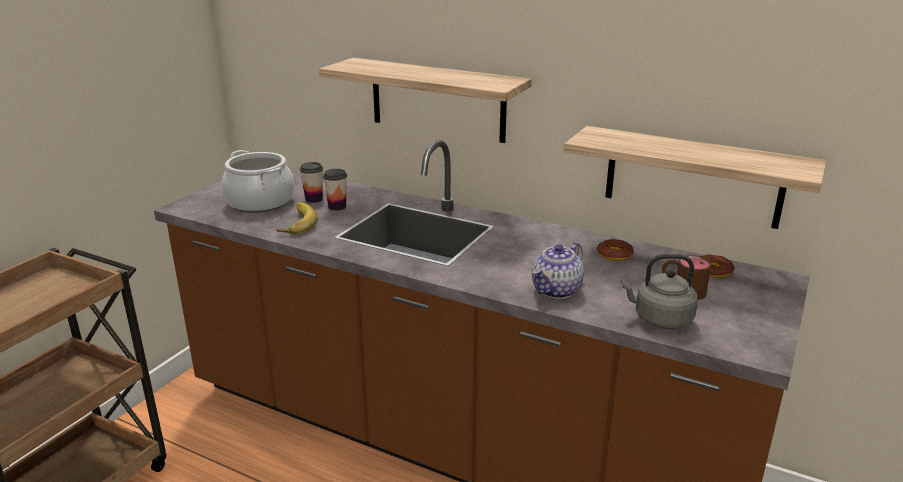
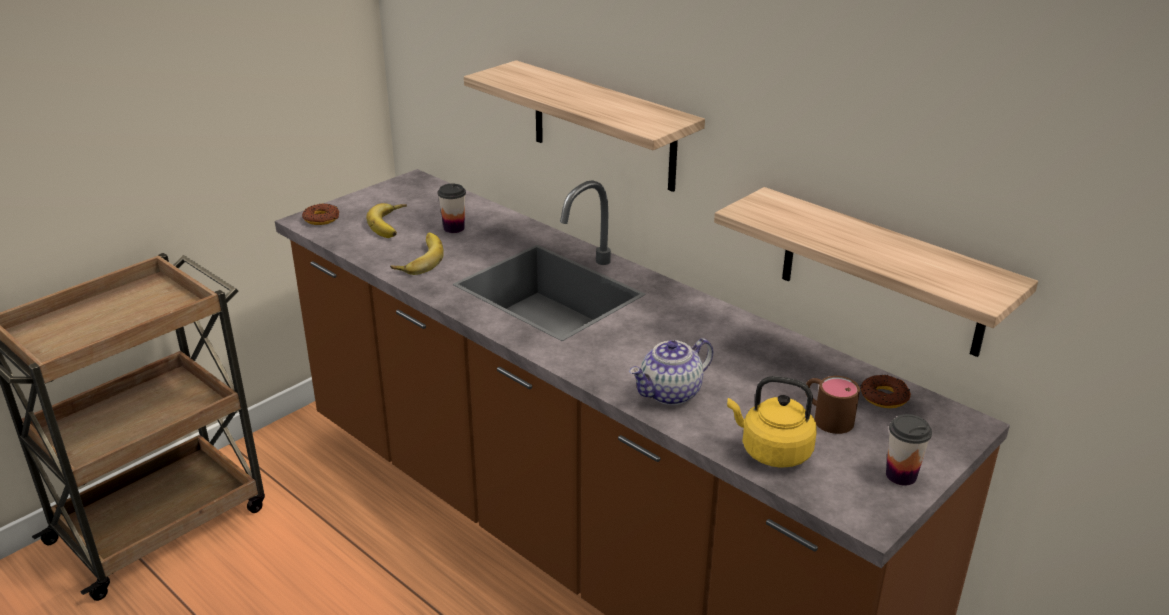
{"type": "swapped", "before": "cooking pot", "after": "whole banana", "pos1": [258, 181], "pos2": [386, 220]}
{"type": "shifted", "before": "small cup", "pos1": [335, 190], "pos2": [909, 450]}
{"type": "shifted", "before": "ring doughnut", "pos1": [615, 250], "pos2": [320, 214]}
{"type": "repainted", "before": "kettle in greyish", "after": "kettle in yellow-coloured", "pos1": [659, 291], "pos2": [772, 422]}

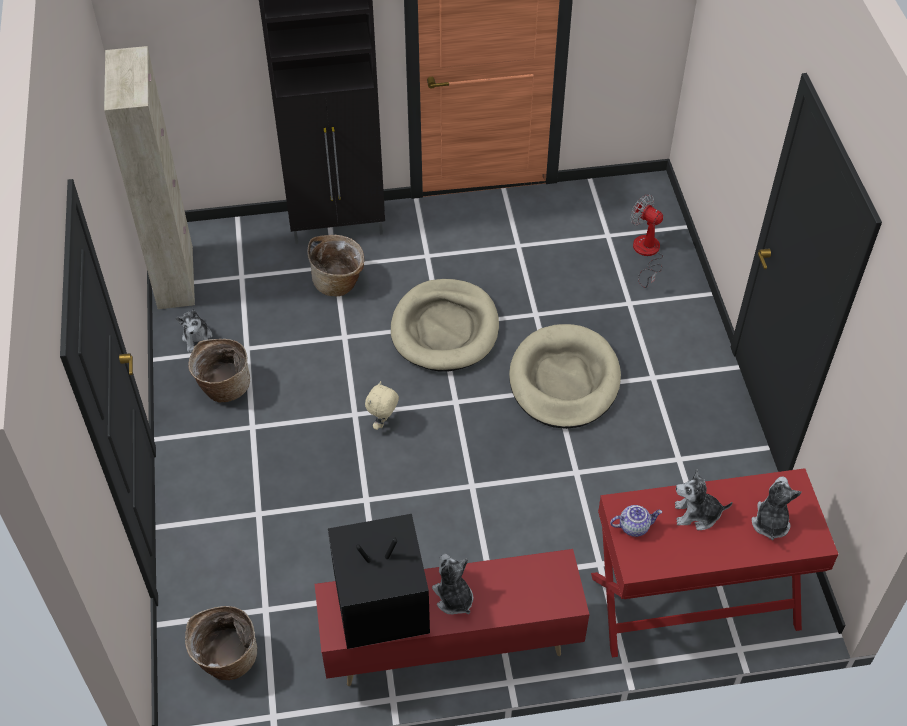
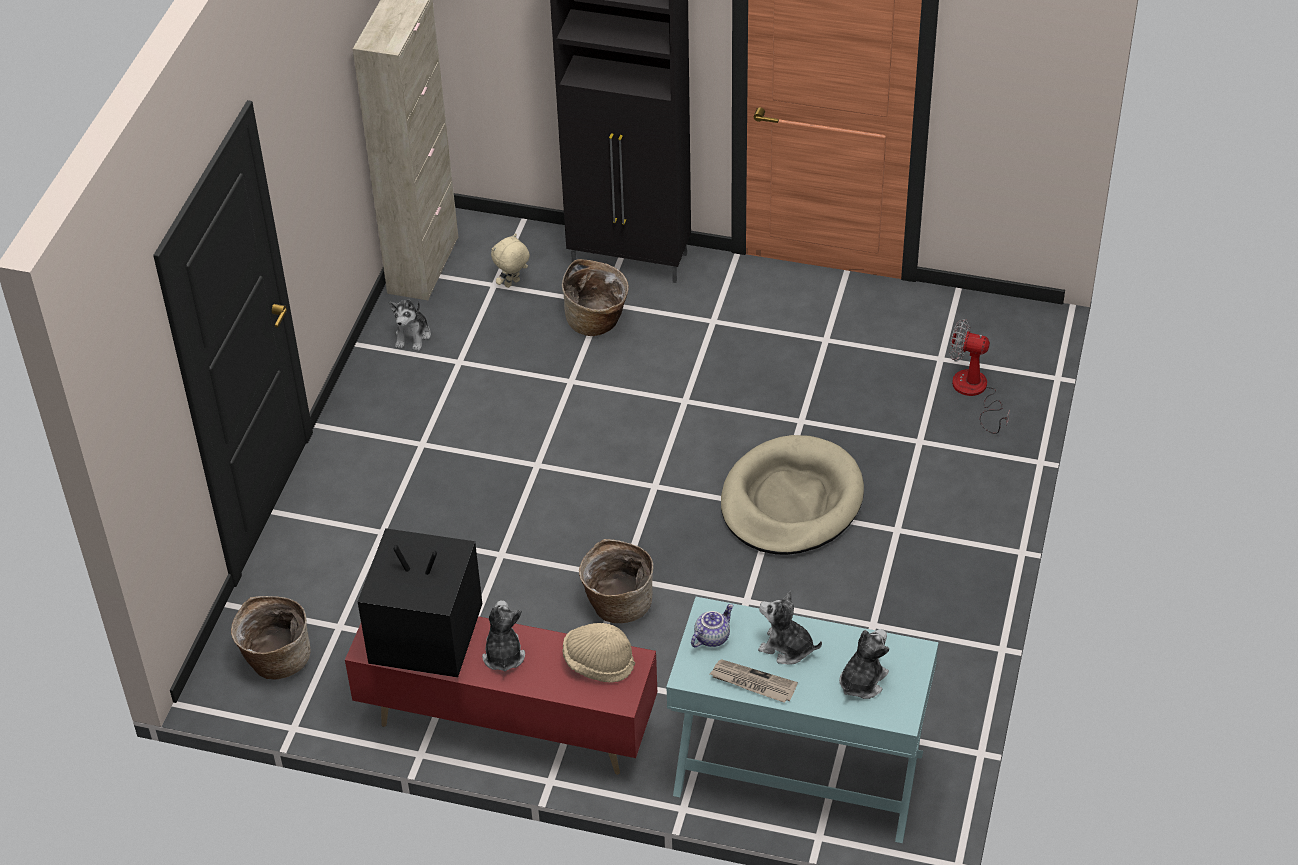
{"type": "shifted", "before": "storage basket", "pos1": [219, 371], "pos2": [616, 581]}
{"type": "shifted", "before": "cuddly toy in sand-coloured", "pos1": [382, 405], "pos2": [510, 260]}
{"type": "gone", "before": "dog cushion in sand-coloured", "pos1": [445, 325]}
{"type": "repainted", "before": "console table in red-coloured", "after": "console table in turquoise-coloured", "pos1": [715, 563], "pos2": [802, 720]}
{"type": "rotated", "before": "tea pot", "pos1": [636, 521], "pos2": [712, 625], "turn": -60}
{"type": "rotated", "before": "fan", "pos1": [646, 241], "pos2": [979, 376], "turn": -45}
{"type": "new", "after": "wearable hat in sand-coloured", "pos2": [598, 653]}
{"type": "new", "after": "newspaper", "pos2": [754, 681]}

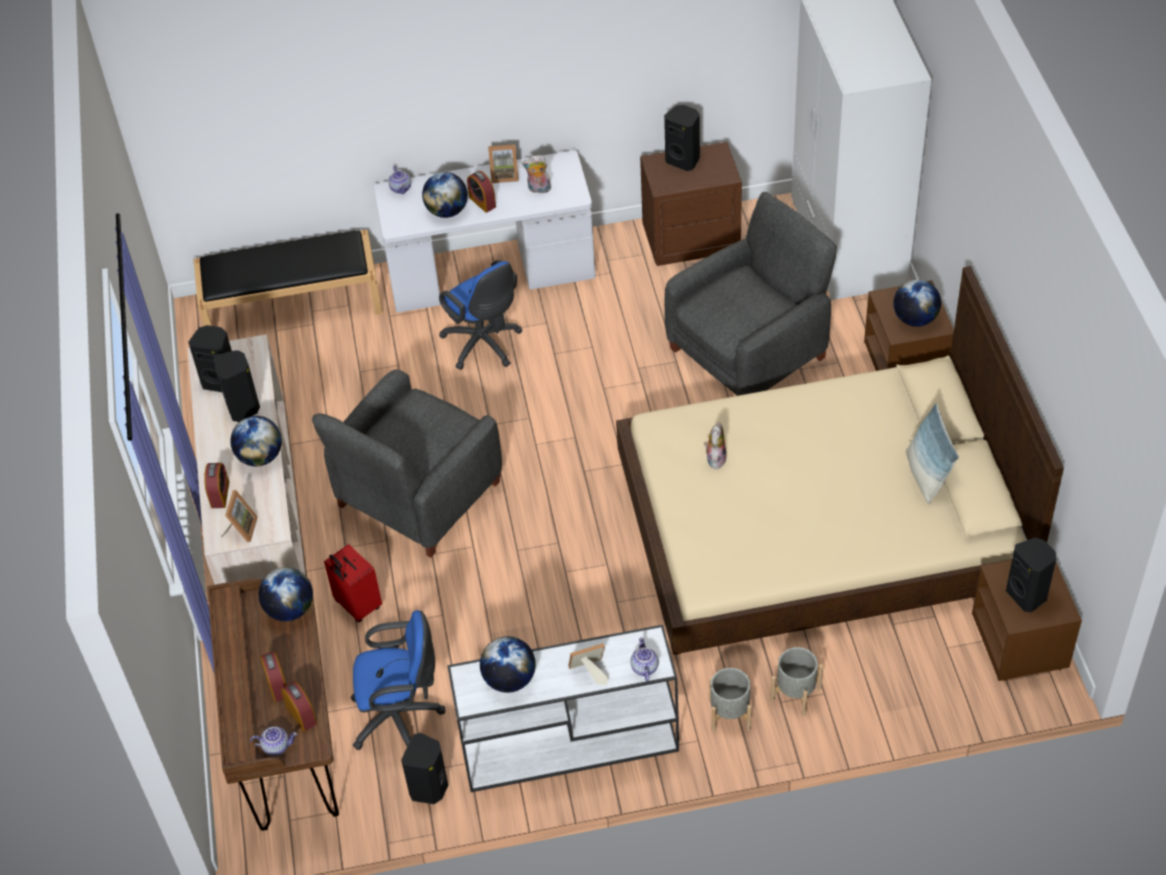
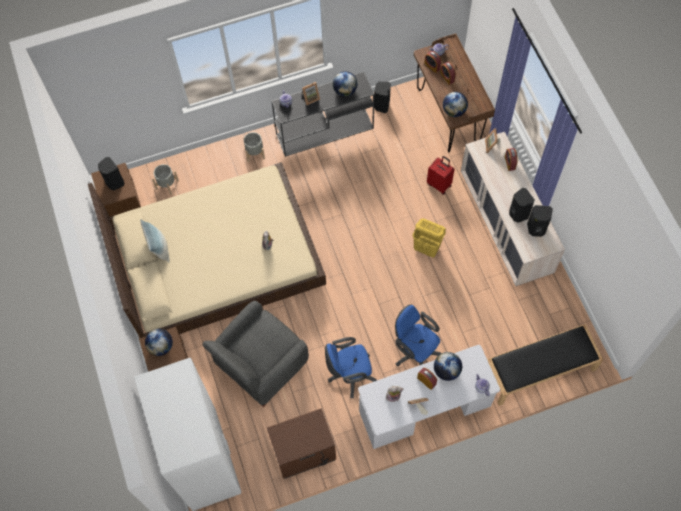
{"type": "gone", "before": "globe", "pos1": [256, 441]}
{"type": "swapped", "before": "easy chair in greyish", "after": "hamper in yellow-coloured", "pos1": [407, 463], "pos2": [429, 238]}
{"type": "shifted", "before": "office chair in blue", "pos1": [398, 680], "pos2": [351, 367]}
{"type": "repainted", "before": "console table in white-coloured", "after": "console table in black-coloured", "pos1": [563, 708], "pos2": [323, 114]}
{"type": "gone", "before": "loudspeaker in black-coloured", "pos1": [682, 138]}
{"type": "shifted", "before": "planter in greyish", "pos1": [797, 681], "pos2": [165, 179]}

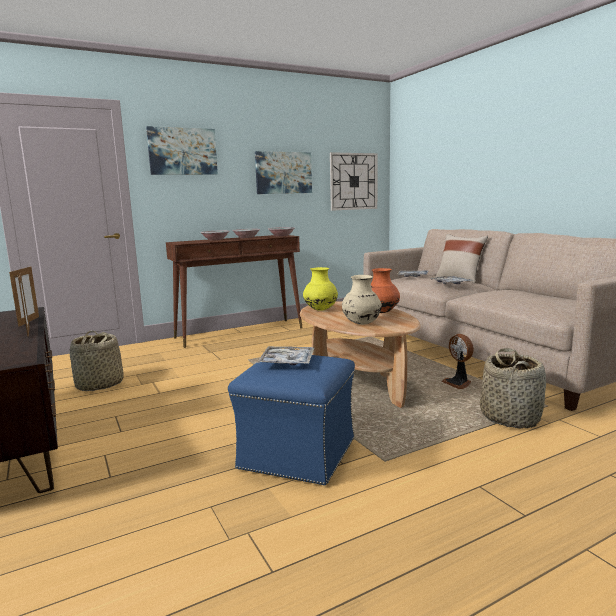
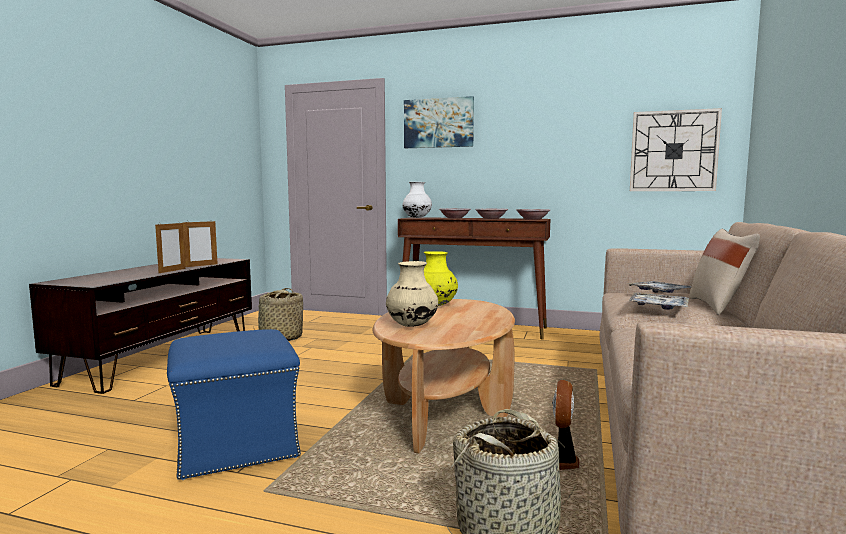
{"type": "gone", "before": "wall art", "pos1": [283, 172]}
{"type": "gone", "before": "carrying tray", "pos1": [286, 355]}
{"type": "gone", "before": "flower vase in orangey", "pos1": [385, 290]}
{"type": "new", "after": "flower vase in white-coloured", "pos2": [417, 200]}

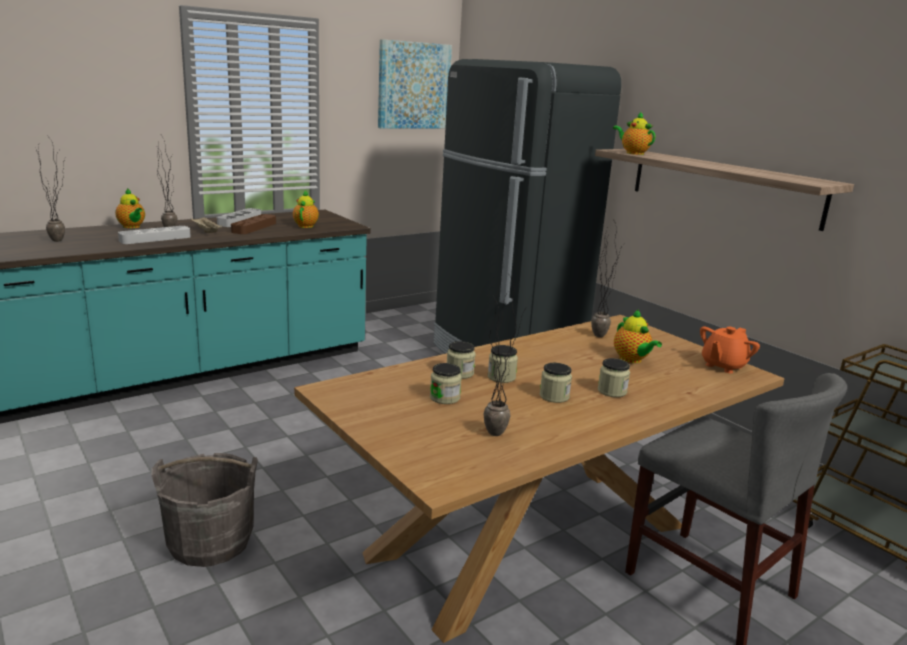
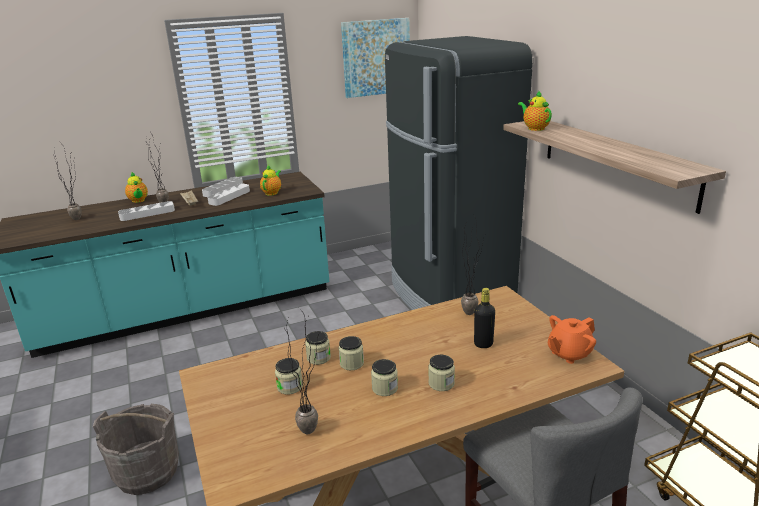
{"type": "repainted", "before": "carrying tray in brownish", "after": "carrying tray in greyish", "pos1": [253, 224], "pos2": [229, 195]}
{"type": "swapped", "before": "tea pot", "after": "beverage bottle in black-coloured", "pos1": [638, 336], "pos2": [484, 318]}

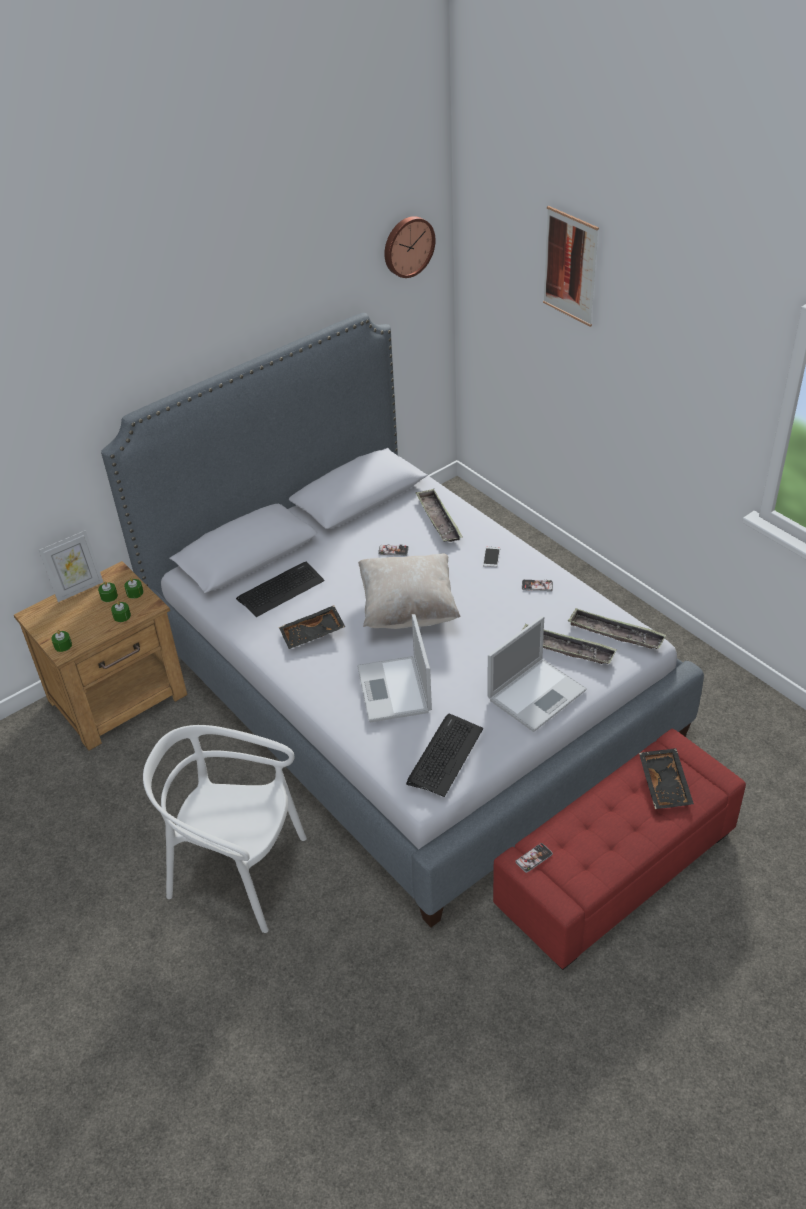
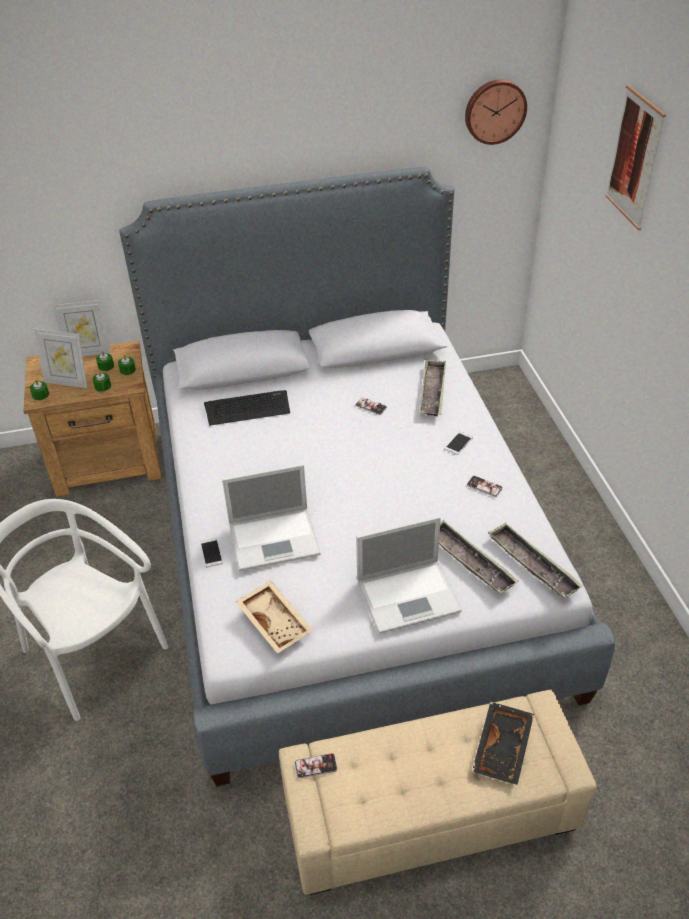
{"type": "gone", "before": "carrying tray in black-coloured", "pos1": [312, 627]}
{"type": "rotated", "before": "portable computer", "pos1": [394, 668], "pos2": [271, 517], "turn": -120}
{"type": "gone", "before": "cushion in sand-coloured", "pos1": [409, 591]}
{"type": "swapped", "before": "keyboard", "after": "carrying tray in sand-coloured", "pos1": [444, 755], "pos2": [274, 617]}
{"type": "repainted", "before": "footrest in red-coloured", "after": "footrest in sand-coloured", "pos1": [619, 849], "pos2": [437, 792]}
{"type": "new", "after": "photo frame", "pos2": [61, 358]}
{"type": "new", "after": "phone", "pos2": [211, 552]}

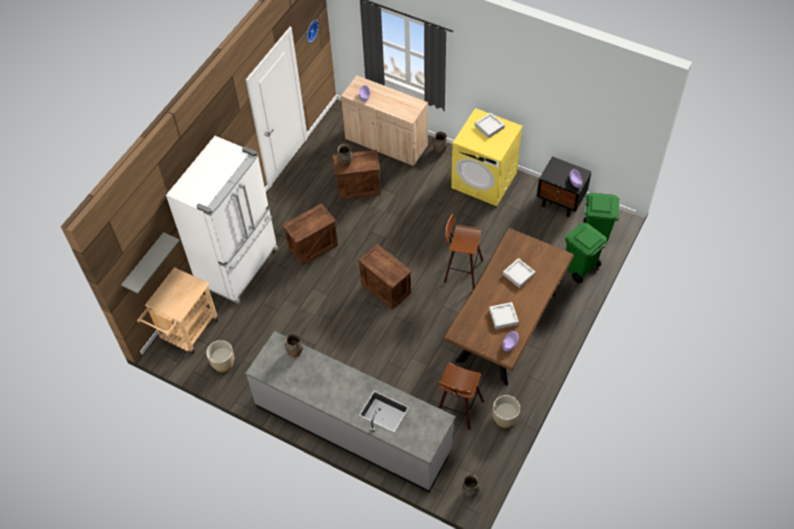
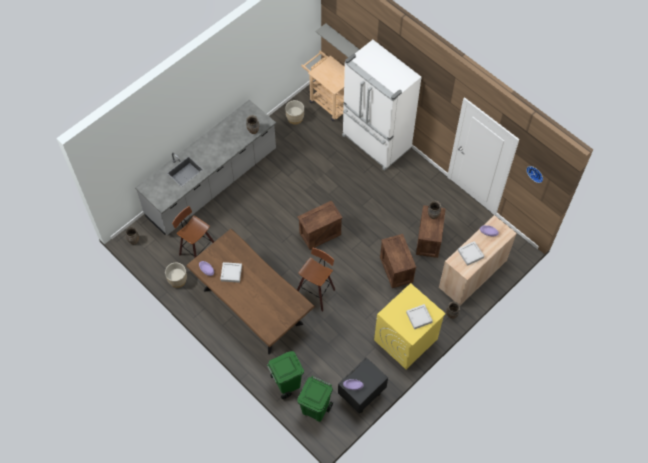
{"type": "shifted", "before": "crate", "pos1": [310, 234], "pos2": [398, 261]}
{"type": "shifted", "before": "carrying tray in greyish", "pos1": [519, 273], "pos2": [471, 253]}

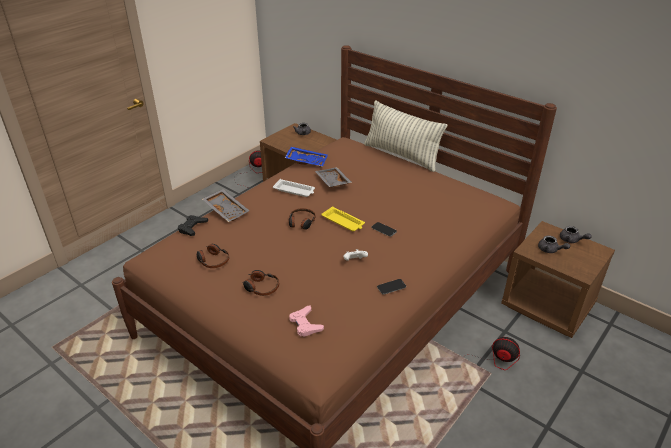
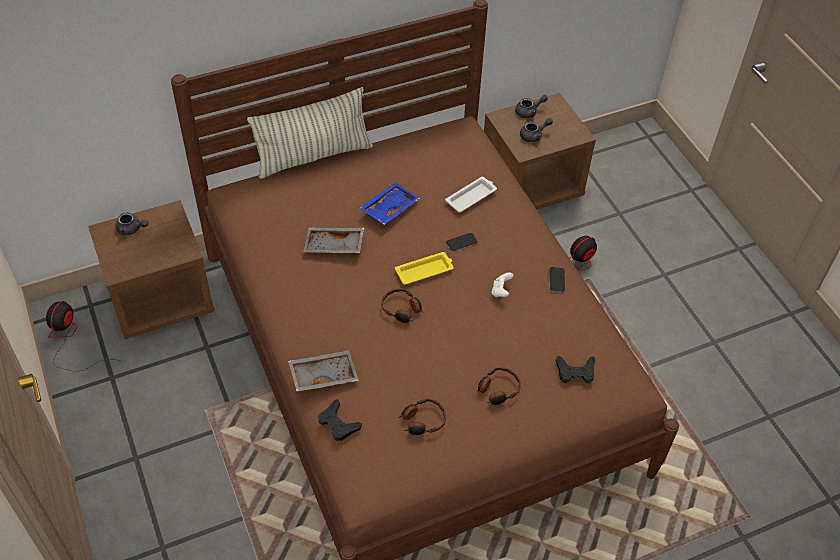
{"type": "shifted", "before": "carrying tray in white-coloured", "pos1": [294, 188], "pos2": [471, 195]}
{"type": "shifted", "before": "carrying tray in blue", "pos1": [306, 157], "pos2": [389, 203]}
{"type": "repainted", "before": "gamepad in pink-coloured", "after": "gamepad in black-coloured", "pos1": [306, 321], "pos2": [576, 370]}

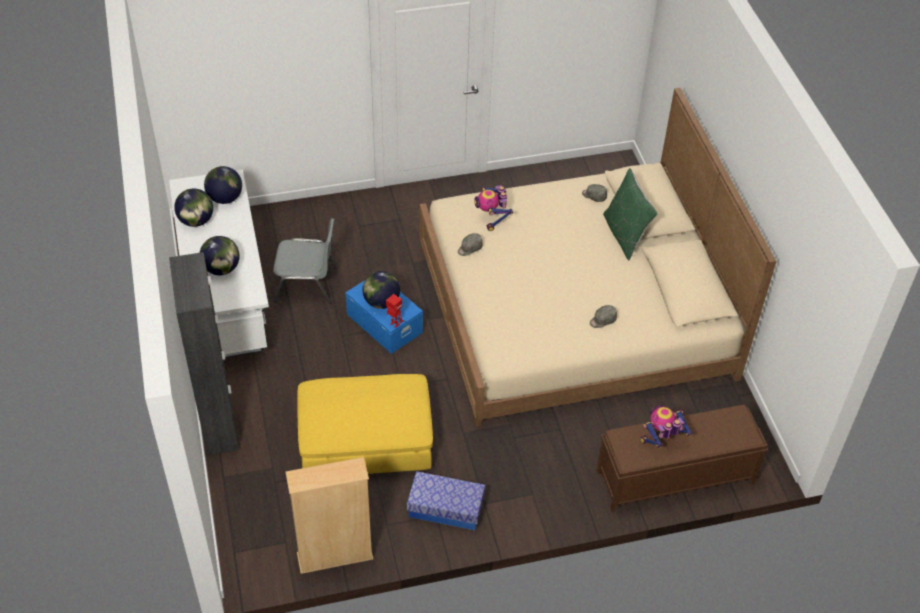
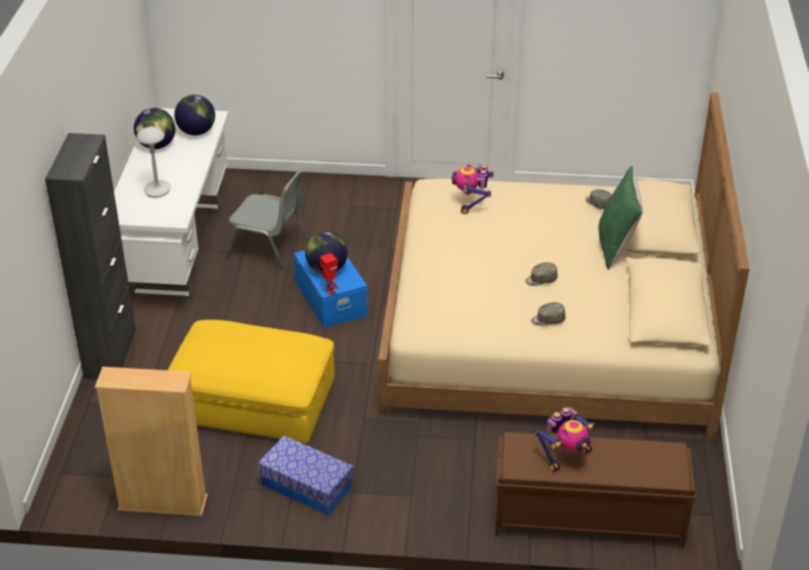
{"type": "swapped", "before": "globe", "after": "table lamp in greyish", "pos1": [220, 255], "pos2": [153, 162]}
{"type": "shifted", "before": "peaked cap in greyish", "pos1": [470, 244], "pos2": [541, 274]}
{"type": "rotated", "before": "toy robot", "pos1": [667, 426], "pos2": [564, 439], "turn": 150}

